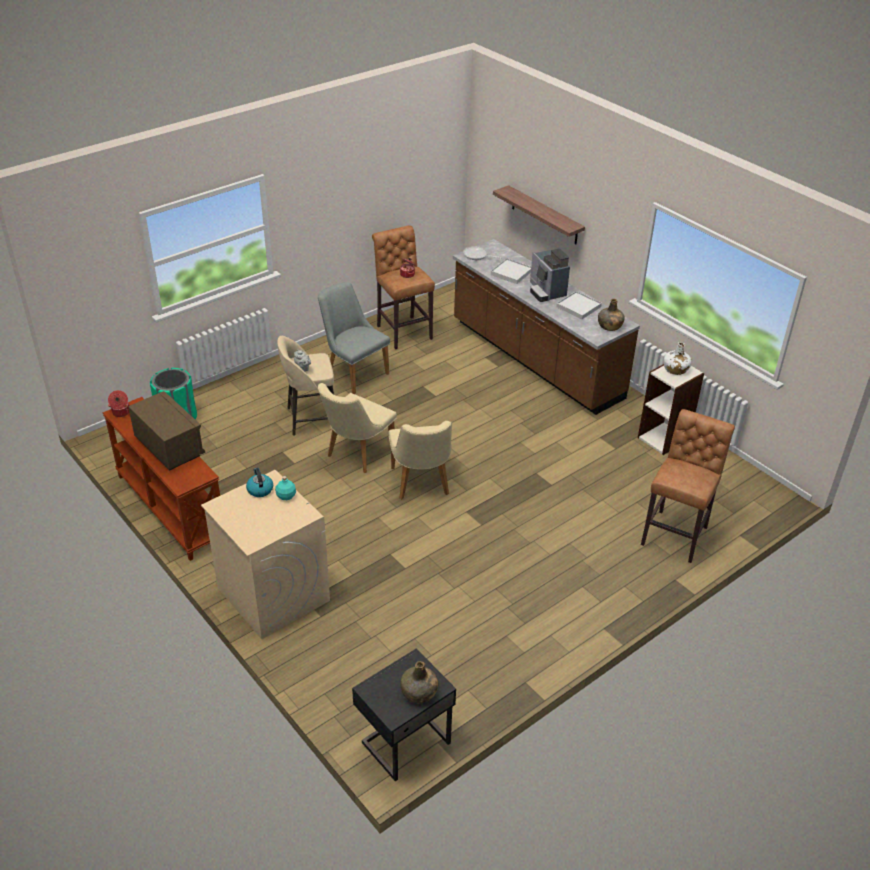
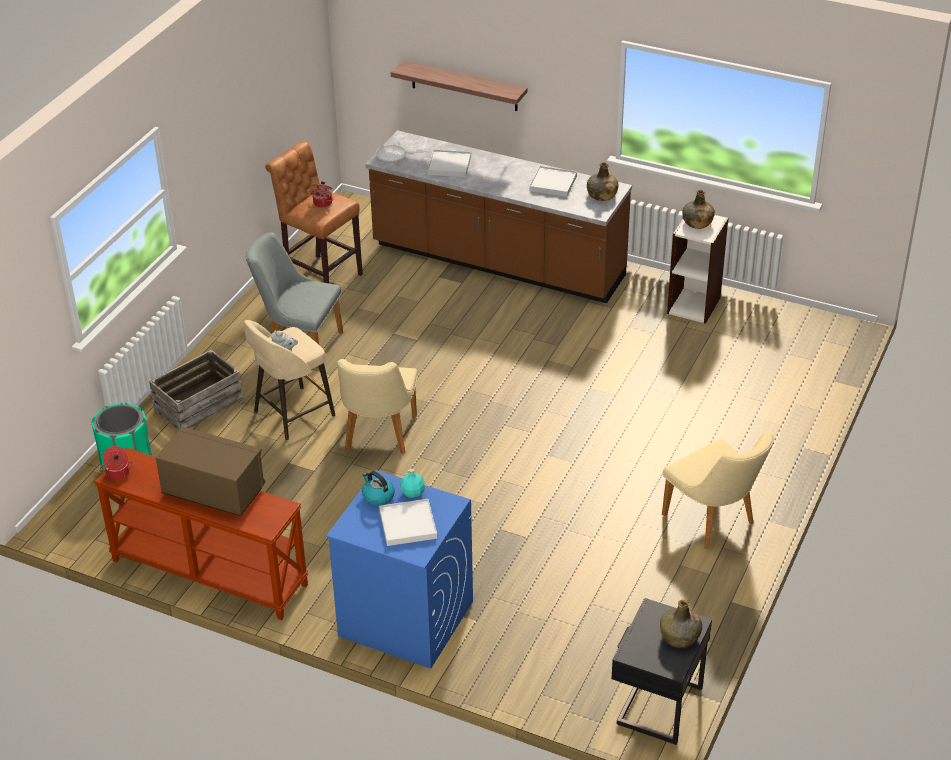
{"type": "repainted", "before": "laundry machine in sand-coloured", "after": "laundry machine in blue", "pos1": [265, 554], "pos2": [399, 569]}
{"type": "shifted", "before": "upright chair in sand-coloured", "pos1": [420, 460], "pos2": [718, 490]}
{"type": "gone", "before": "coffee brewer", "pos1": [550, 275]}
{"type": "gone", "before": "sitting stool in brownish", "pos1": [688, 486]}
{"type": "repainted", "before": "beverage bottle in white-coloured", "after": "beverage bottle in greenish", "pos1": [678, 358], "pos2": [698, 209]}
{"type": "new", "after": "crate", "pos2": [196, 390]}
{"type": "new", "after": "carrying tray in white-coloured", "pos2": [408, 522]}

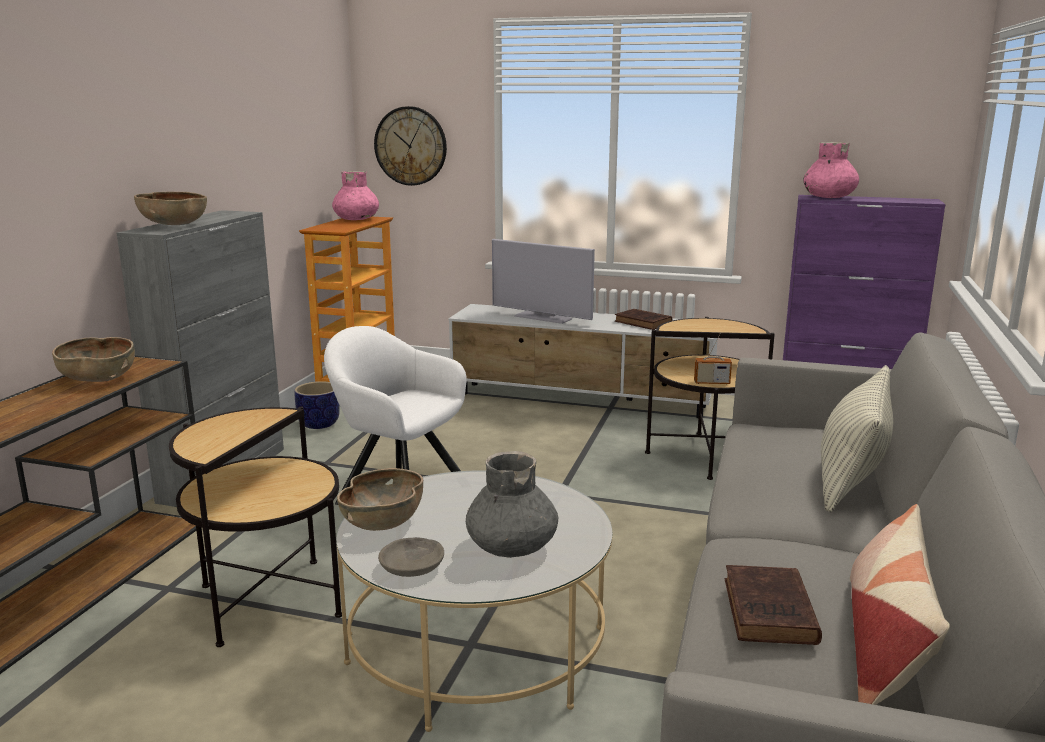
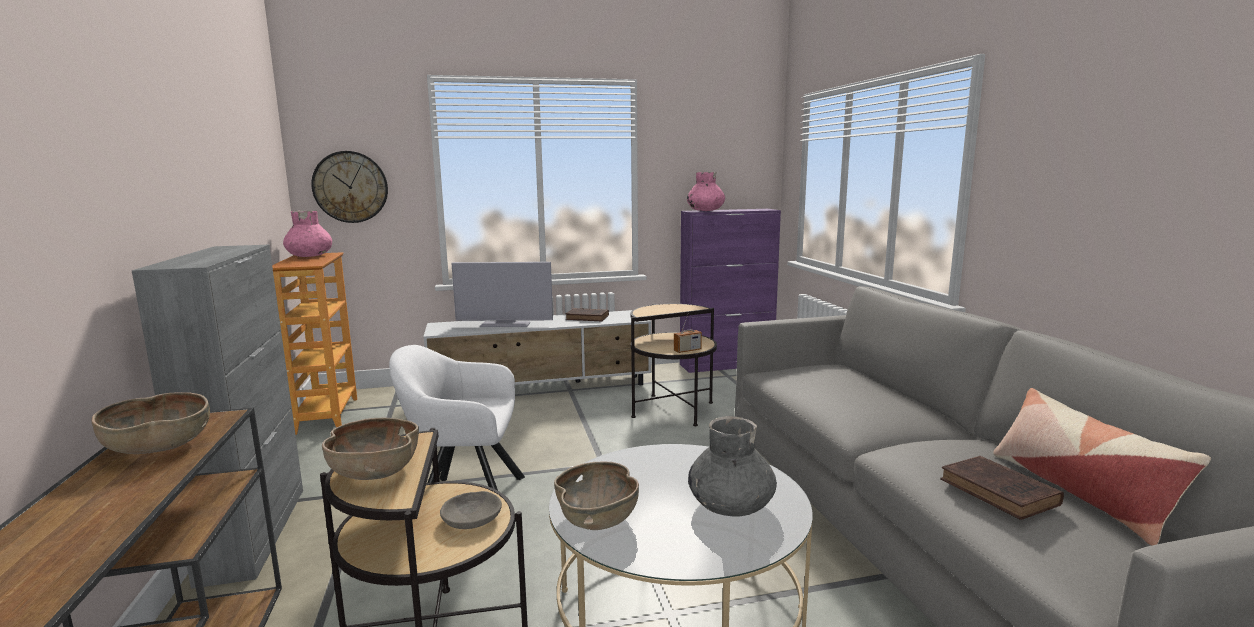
{"type": "shifted", "before": "bowl in brownish", "pos1": [170, 208], "pos2": [370, 448]}
{"type": "gone", "before": "planter", "pos1": [317, 405]}
{"type": "shifted", "before": "bowl in greyish", "pos1": [411, 557], "pos2": [471, 510]}
{"type": "gone", "before": "cushion", "pos1": [857, 439]}

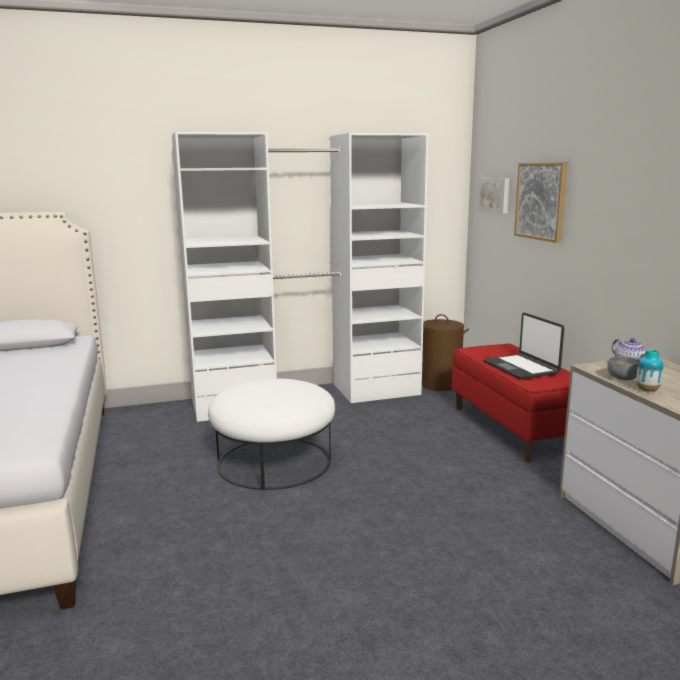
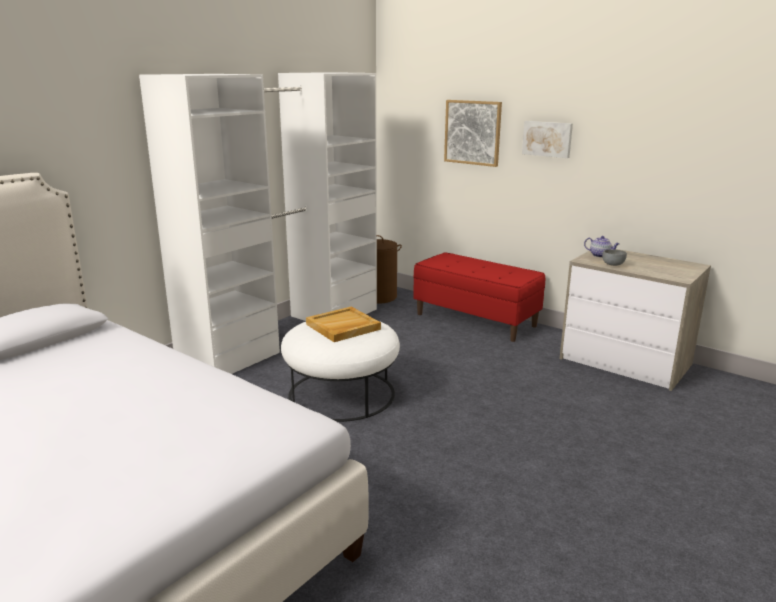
{"type": "shifted", "before": "wall art", "pos1": [493, 195], "pos2": [547, 139]}
{"type": "gone", "before": "portable computer", "pos1": [524, 346]}
{"type": "gone", "before": "flower vase", "pos1": [649, 370]}
{"type": "new", "after": "carrying tray in sand-coloured", "pos2": [343, 324]}

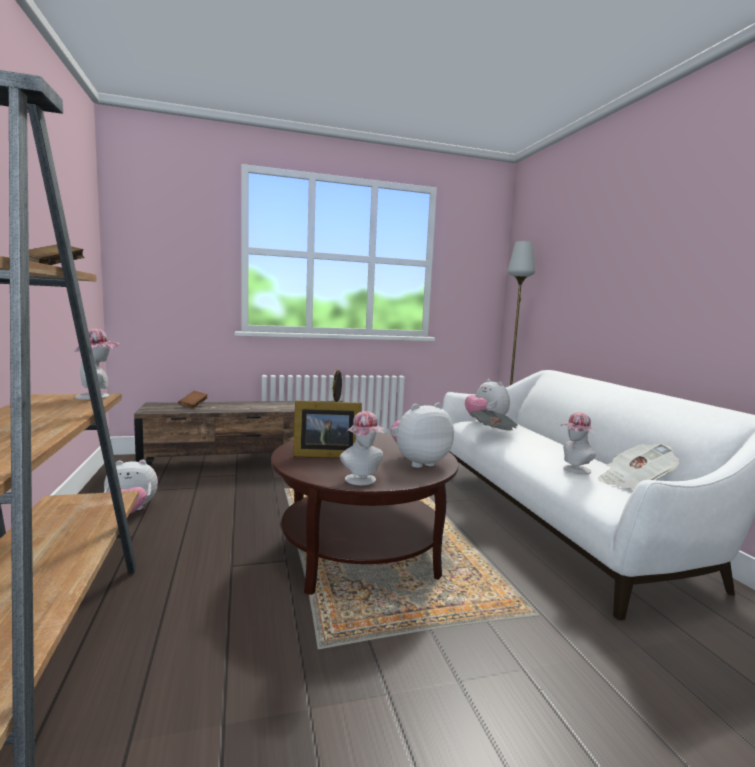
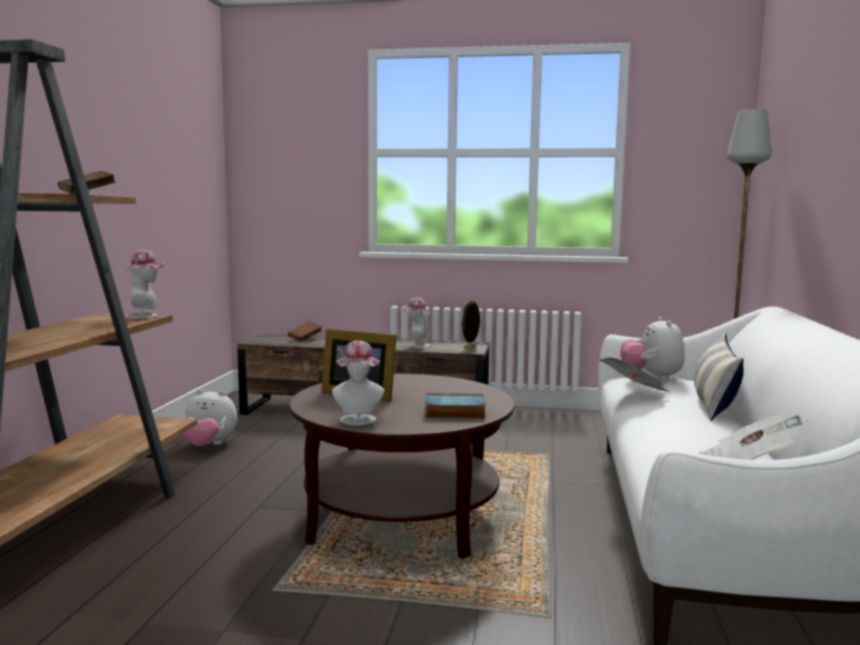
{"type": "swapped", "before": "cuddly toy", "after": "volume", "pos1": [422, 435], "pos2": [456, 405]}
{"type": "shifted", "before": "wearable hat", "pos1": [578, 443], "pos2": [416, 322]}
{"type": "new", "after": "cushion", "pos2": [718, 376]}

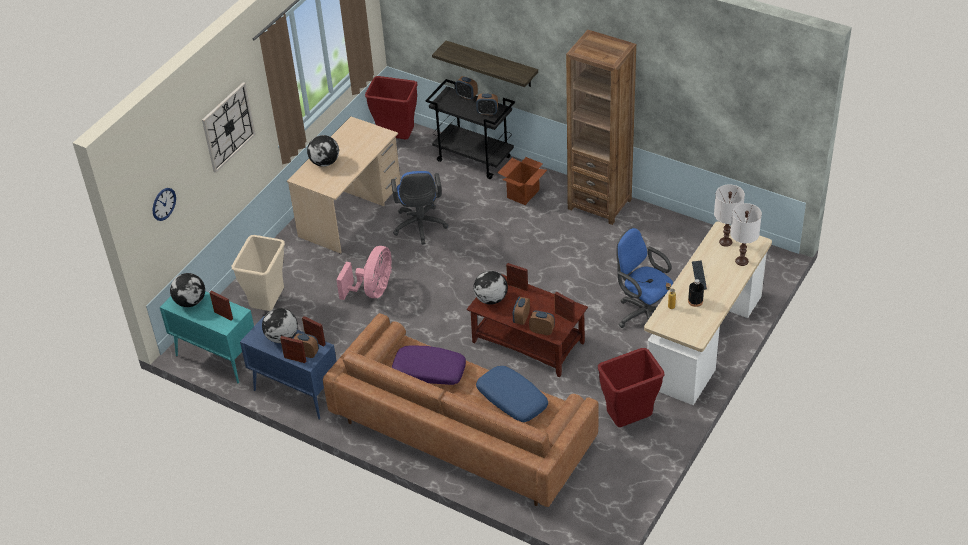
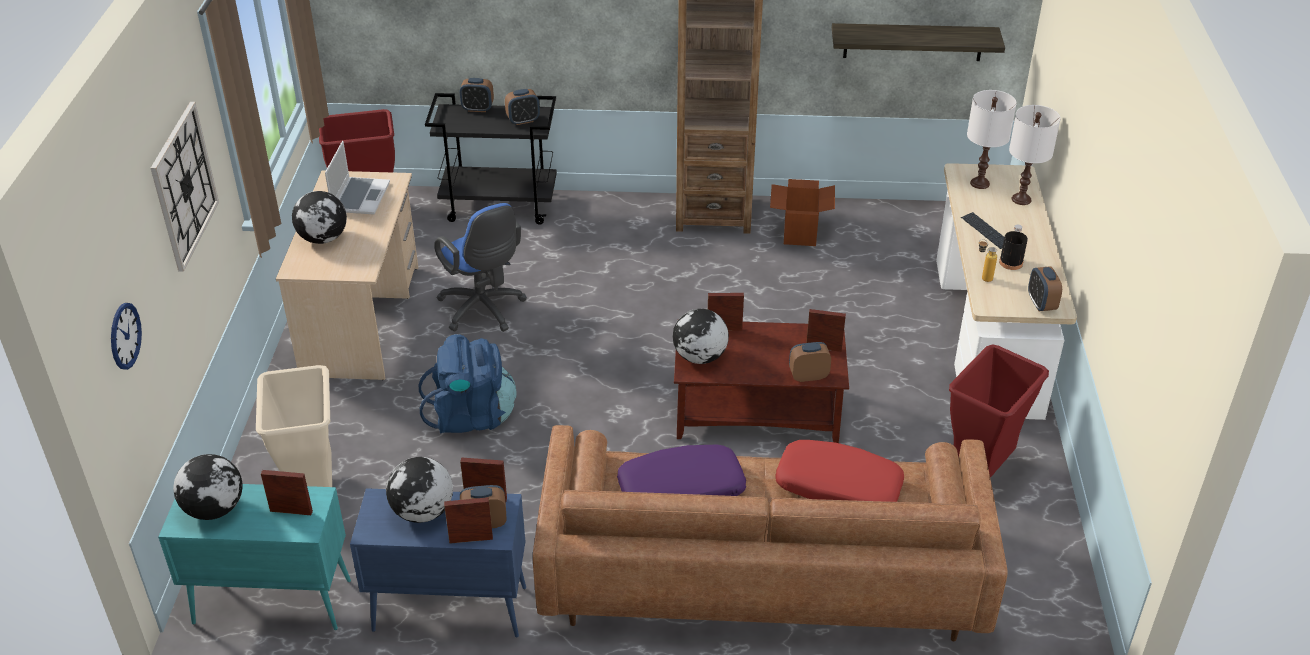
{"type": "swapped", "before": "fan in pink-coloured", "after": "knapsack in blue", "pos1": [364, 273], "pos2": [468, 383]}
{"type": "shifted", "before": "shelf", "pos1": [485, 64], "pos2": [918, 42]}
{"type": "repainted", "before": "cushion in blue", "after": "cushion in red-coloured", "pos1": [512, 394], "pos2": [840, 471]}
{"type": "shifted", "before": "carton", "pos1": [522, 181], "pos2": [802, 212]}
{"type": "shifted", "before": "table clock", "pos1": [521, 311], "pos2": [1045, 288]}
{"type": "gone", "before": "office chair in blue", "pos1": [644, 278]}
{"type": "new", "after": "portable computer", "pos2": [357, 178]}

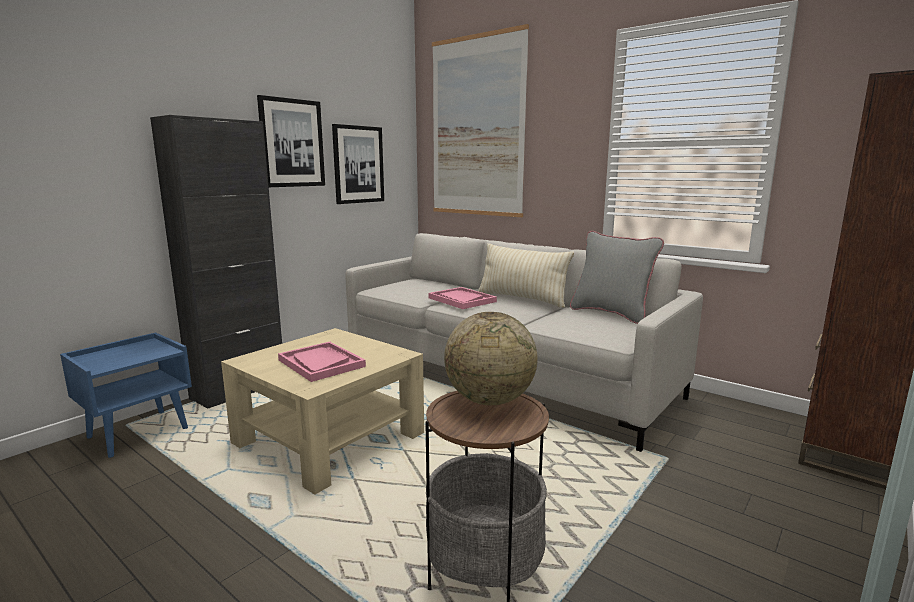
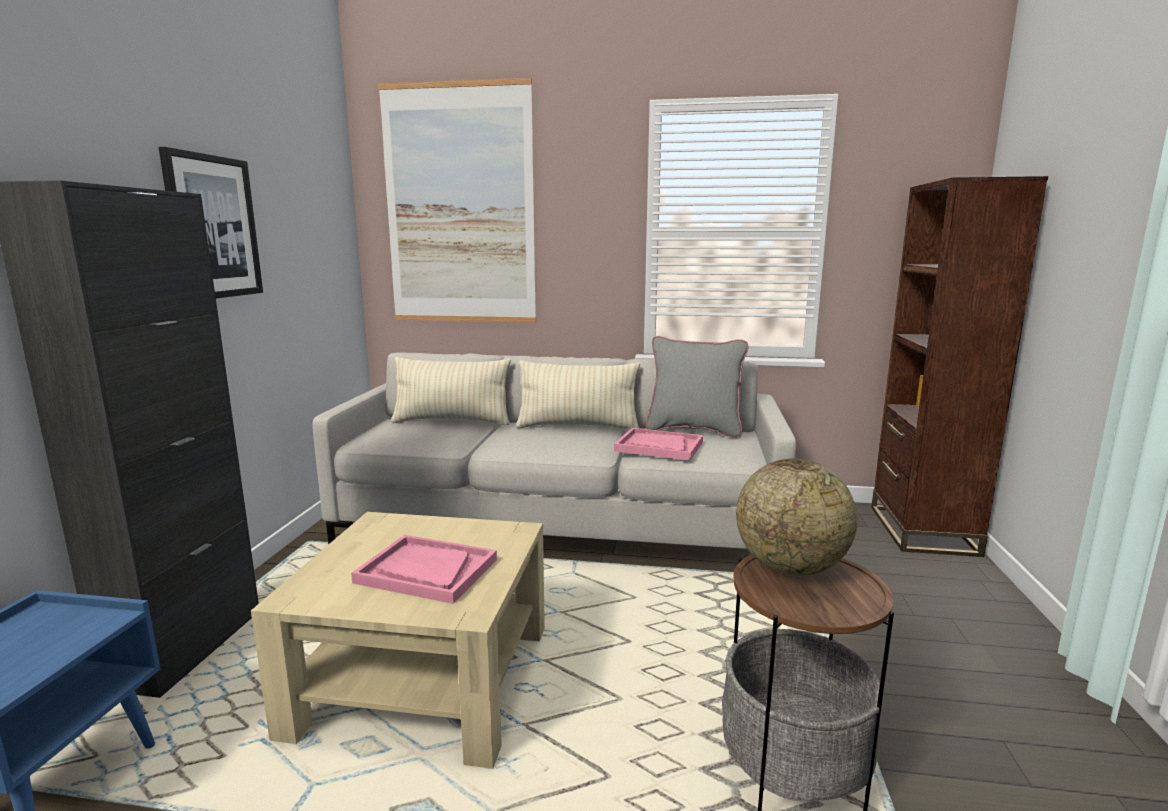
{"type": "gone", "before": "wall art", "pos1": [358, 164]}
{"type": "shifted", "before": "carrying tray in pink-coloured", "pos1": [462, 298], "pos2": [658, 444]}
{"type": "new", "after": "cushion in sand-coloured", "pos2": [451, 391]}

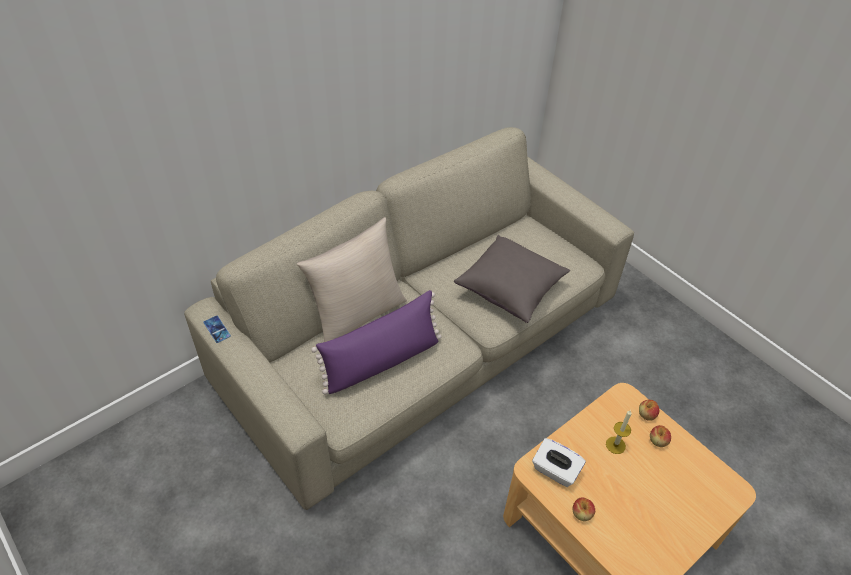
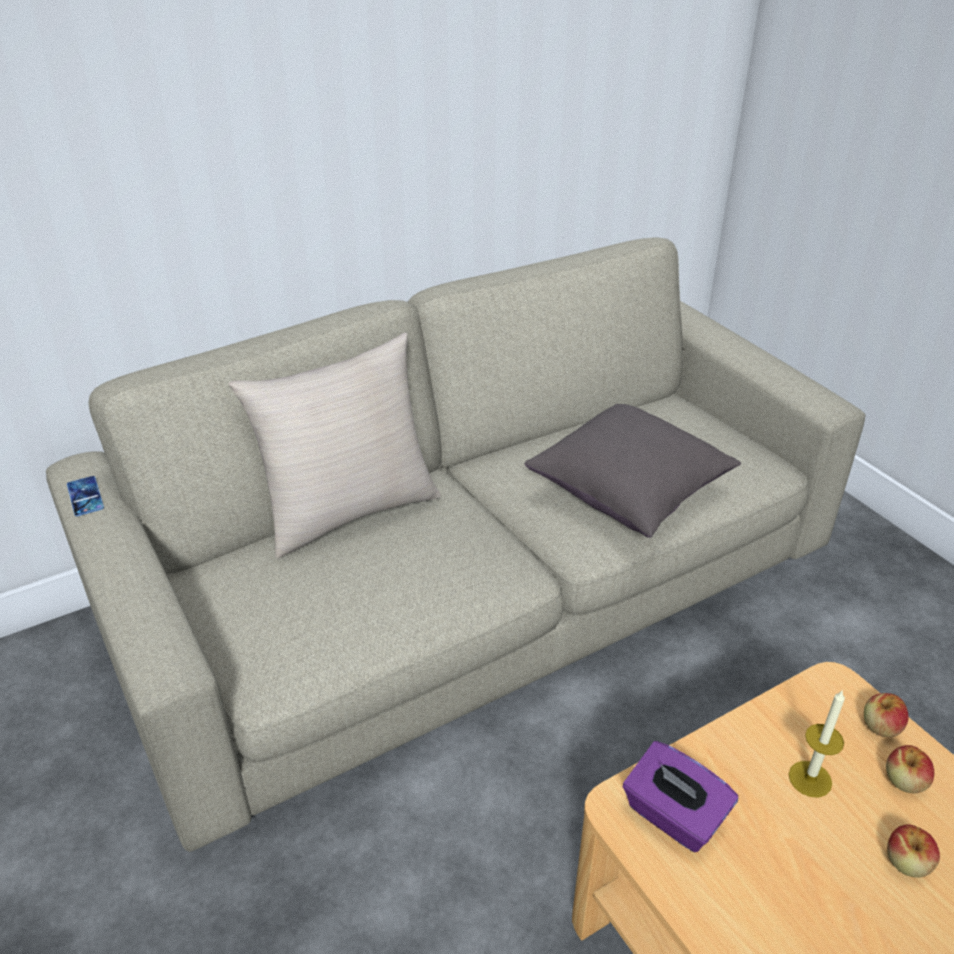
{"type": "gone", "before": "cushion in purple-coloured", "pos1": [376, 342]}
{"type": "repainted", "before": "box of tissues in white-coloured", "after": "box of tissues in purple-coloured", "pos1": [559, 462], "pos2": [680, 796]}
{"type": "shifted", "before": "apple fruit", "pos1": [584, 509], "pos2": [913, 851]}

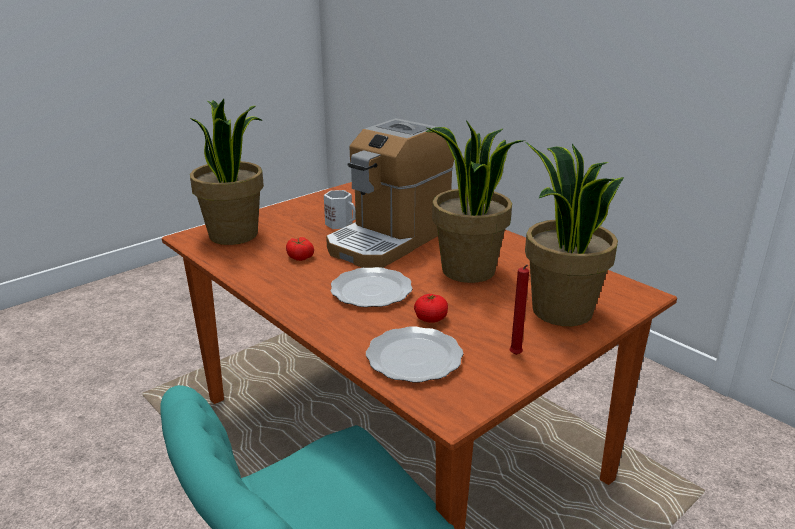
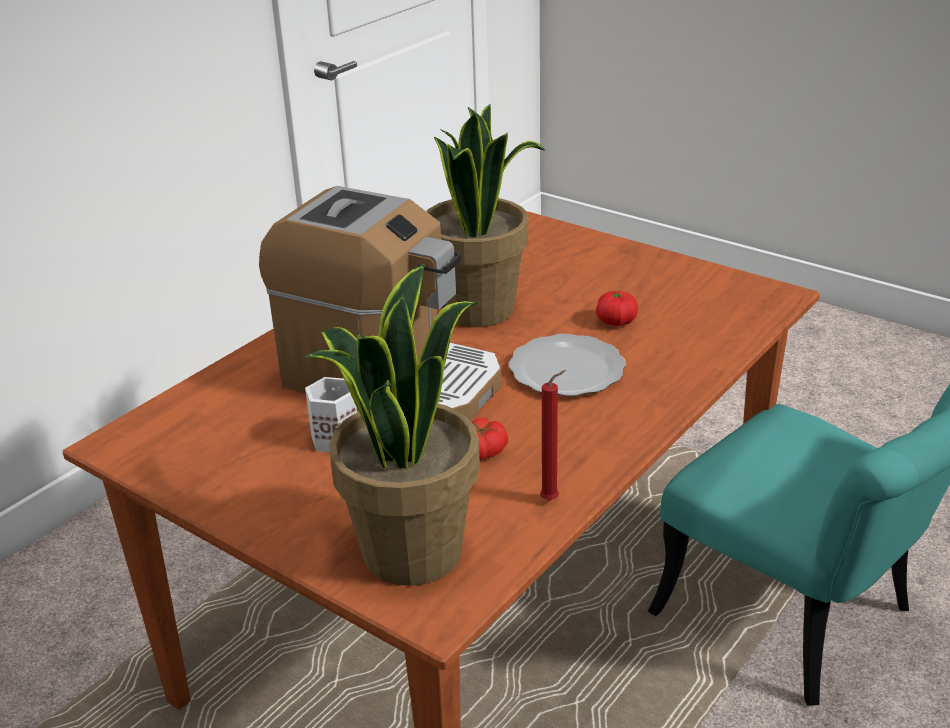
{"type": "gone", "before": "plate", "pos1": [414, 354]}
{"type": "shifted", "before": "wax light in red-coloured", "pos1": [519, 310], "pos2": [553, 435]}
{"type": "gone", "before": "plant in a pot", "pos1": [574, 234]}

